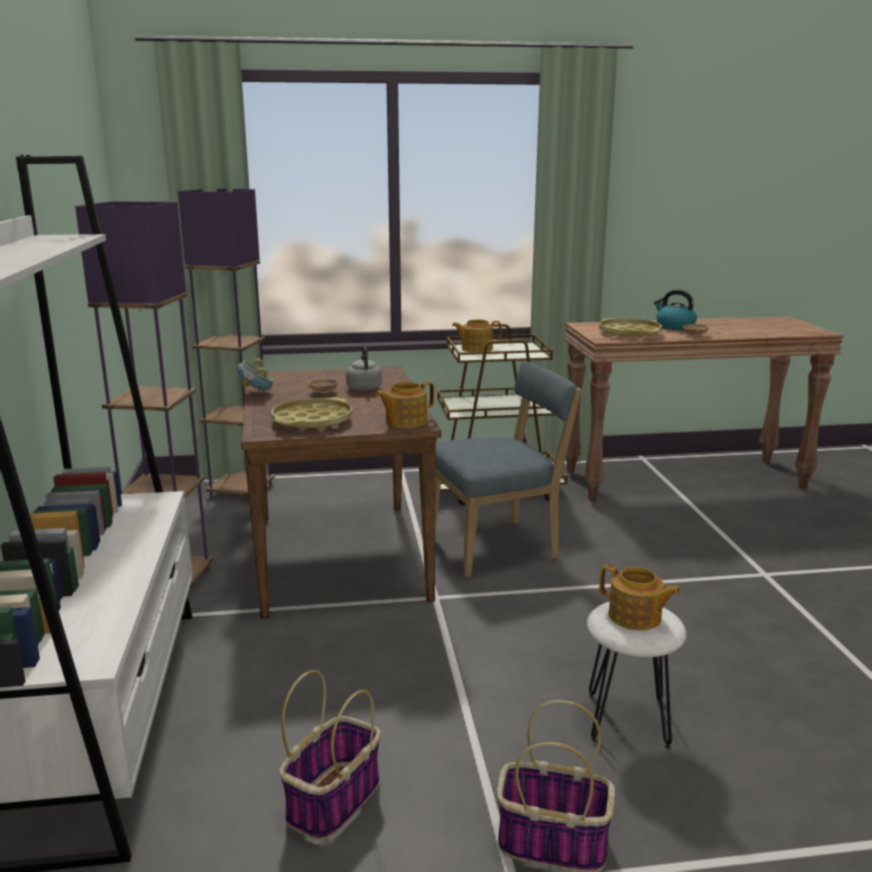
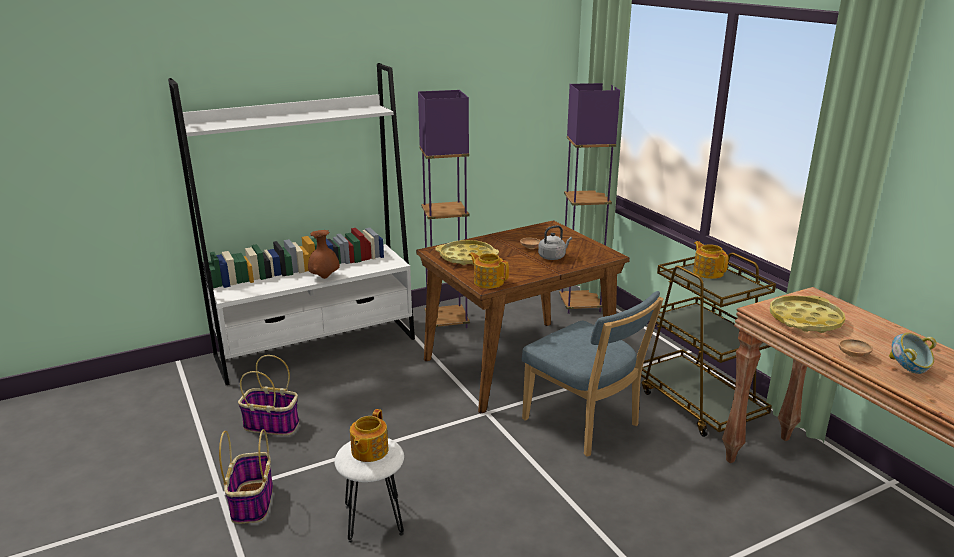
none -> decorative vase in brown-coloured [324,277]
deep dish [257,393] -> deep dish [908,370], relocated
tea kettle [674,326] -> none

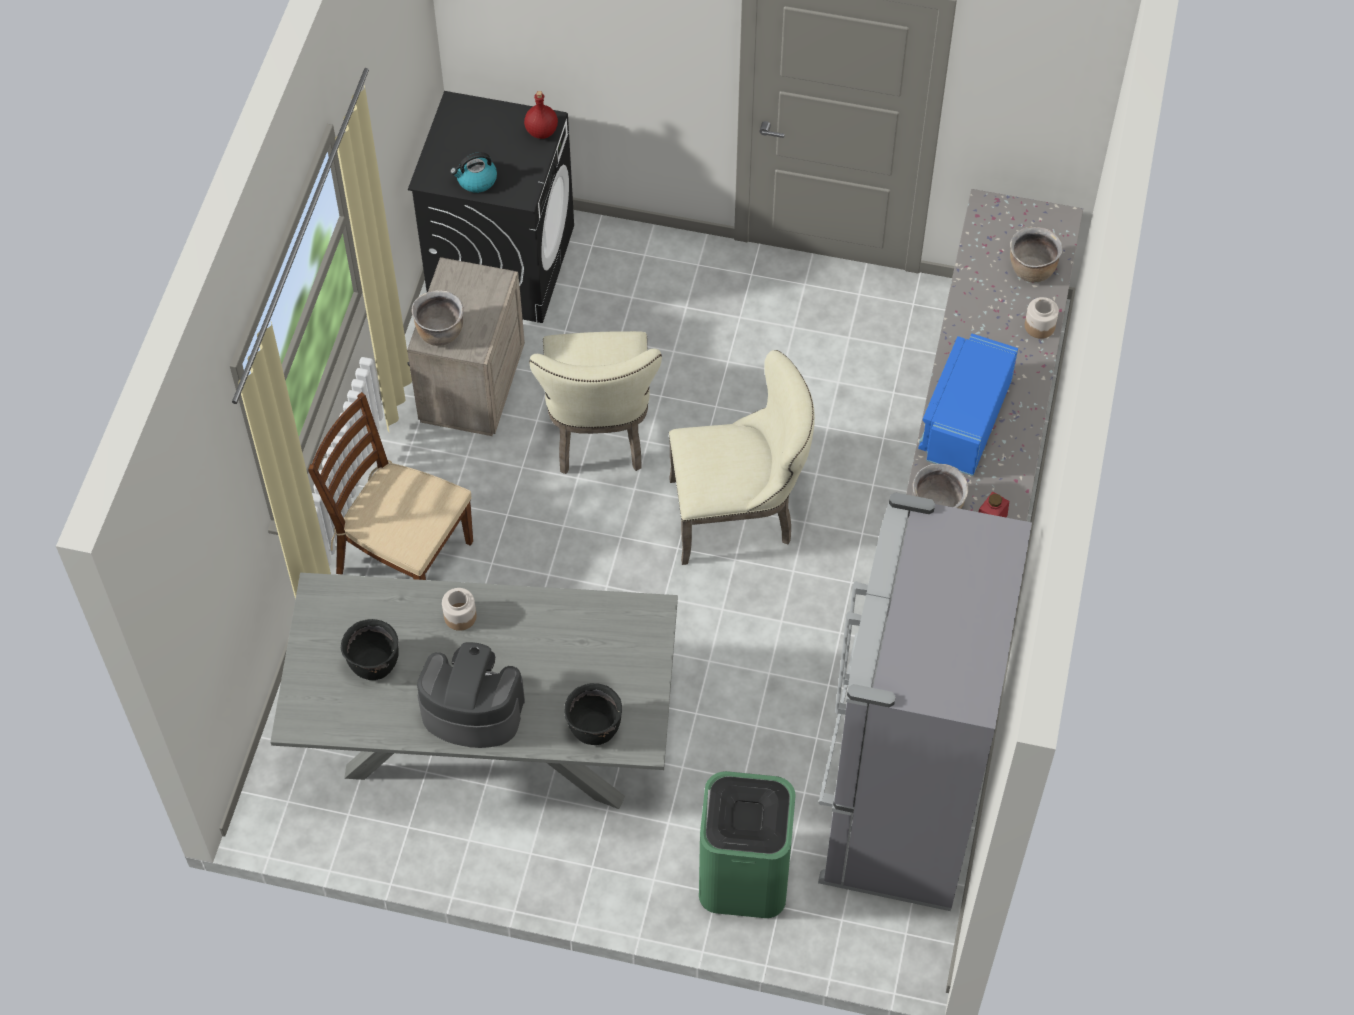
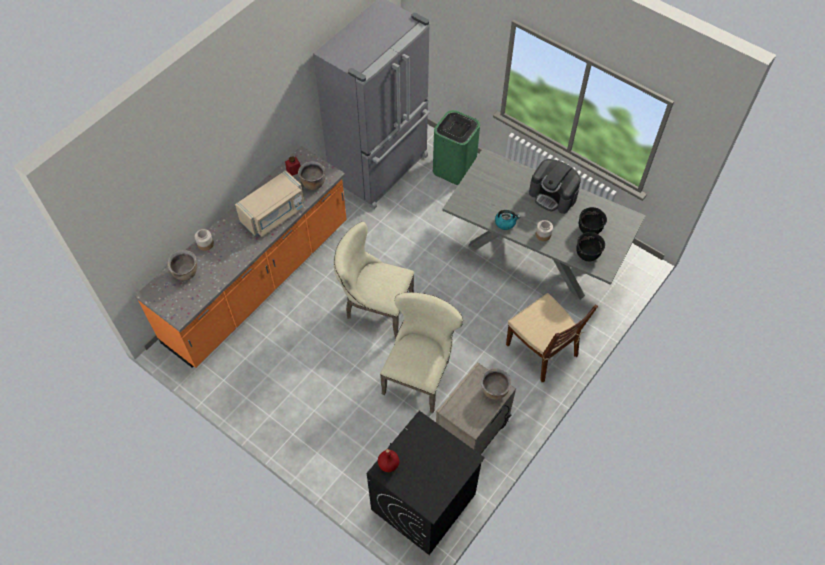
microwave in blue [965,421] -> microwave in sand-coloured [273,214]
tea kettle [476,180] -> tea kettle [505,223], relocated
stockpot in black-coloured [594,727] -> stockpot in black-coloured [587,254], relocated

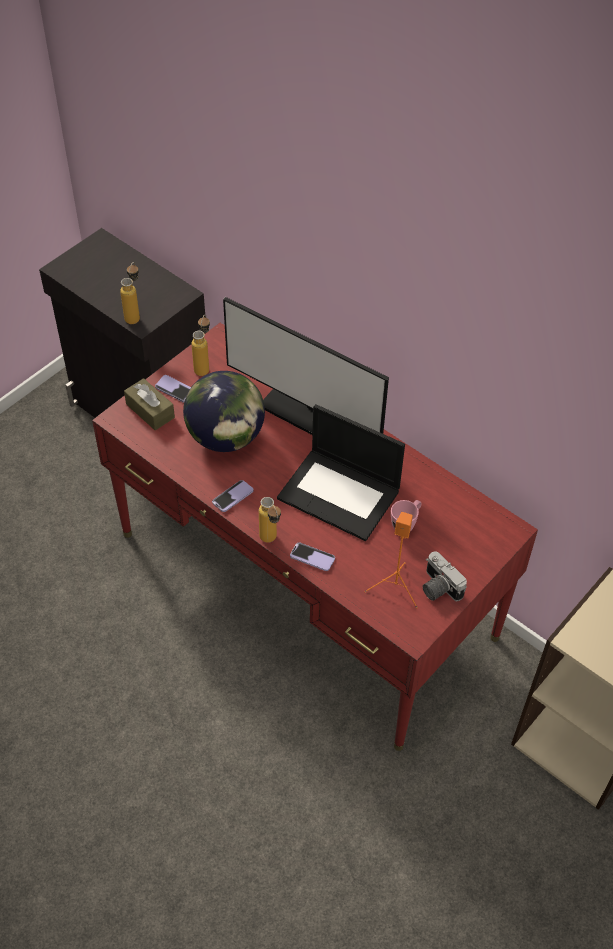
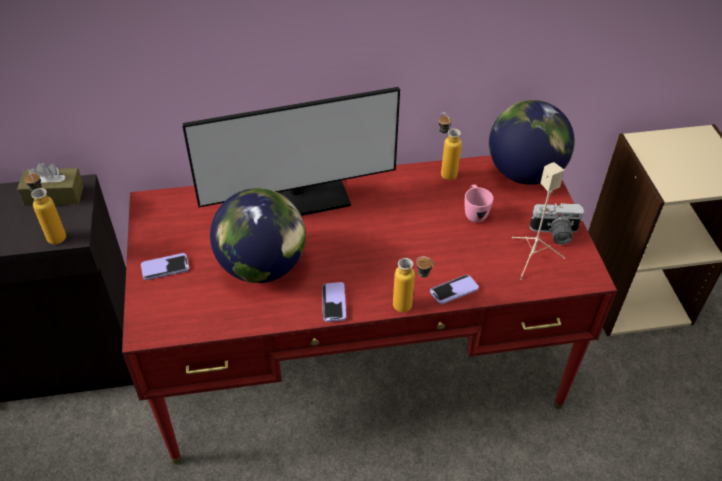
box of tissues in brown-coloured [150,411] -> box of tissues in brown-coloured [54,195], relocated
beverage bottle [204,366] -> beverage bottle [444,171], relocated
none -> desk globe [524,173]
audio speaker in orange [396,587] -> audio speaker in sand-coloured [533,257]
portable computer [340,494] -> none

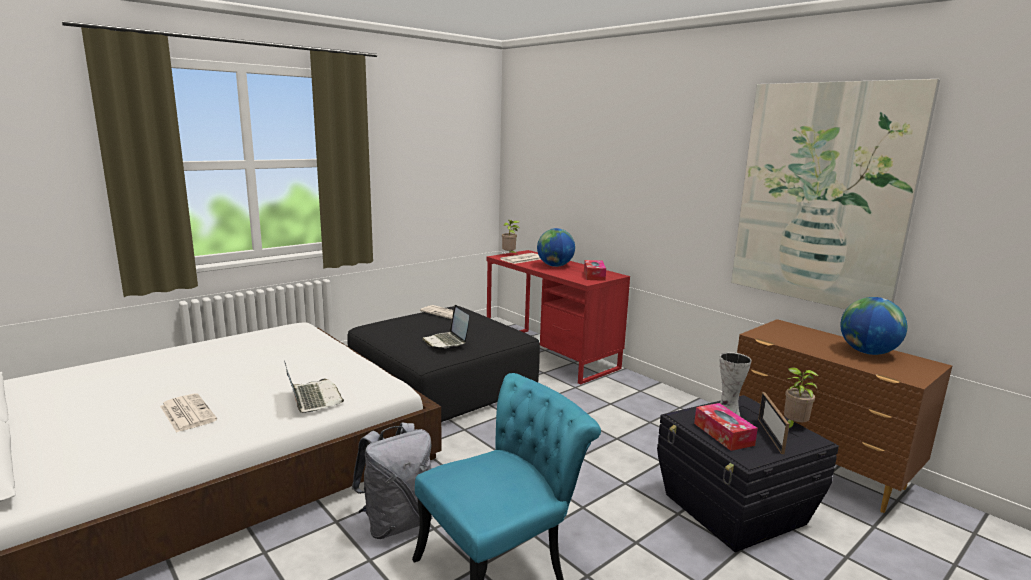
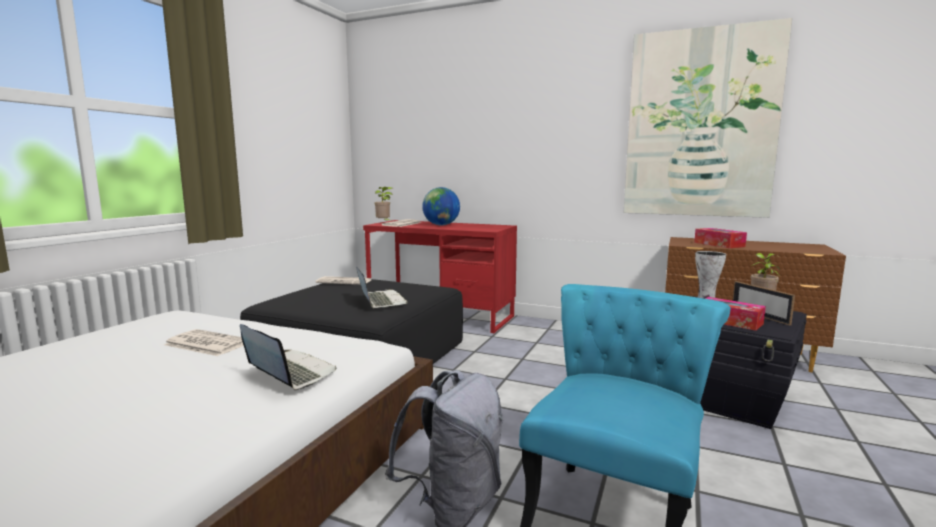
newspaper [187,413] -> newspaper [206,344], relocated
portable computer [446,341] -> portable computer [380,301], 150 degrees counterclockwise
box of tissues [594,275] -> box of tissues [719,244], relocated
desk globe [867,352] -> none

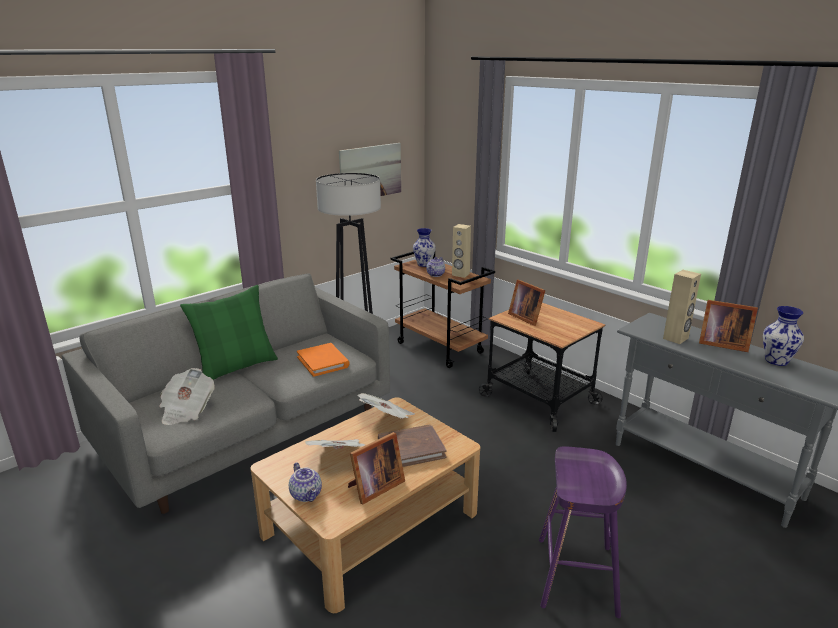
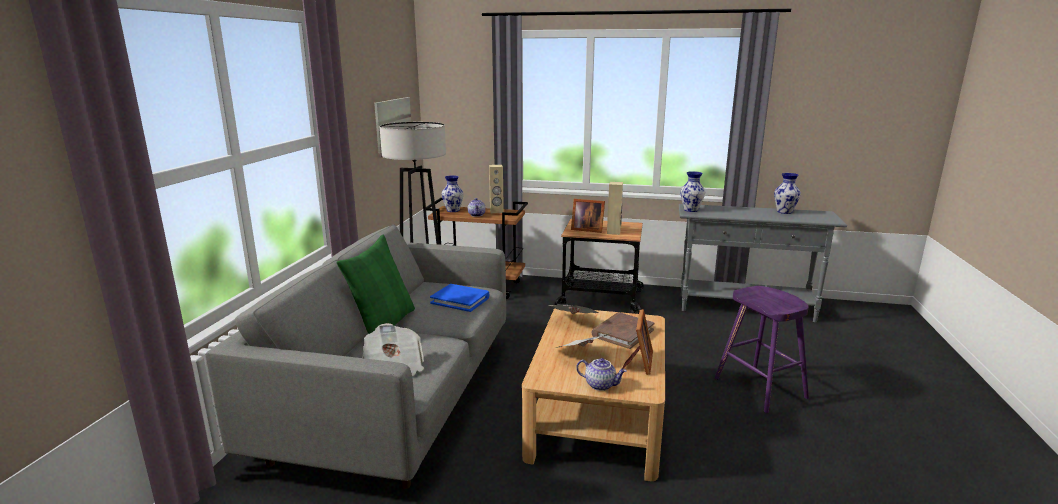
bound book in orange [323,362] -> bound book in blue [460,300]
audio speaker in sand-coloured [676,338] -> audio speaker in sand-coloured [614,232], relocated
none -> decorative vase [691,210]
photo frame [721,343] -> none

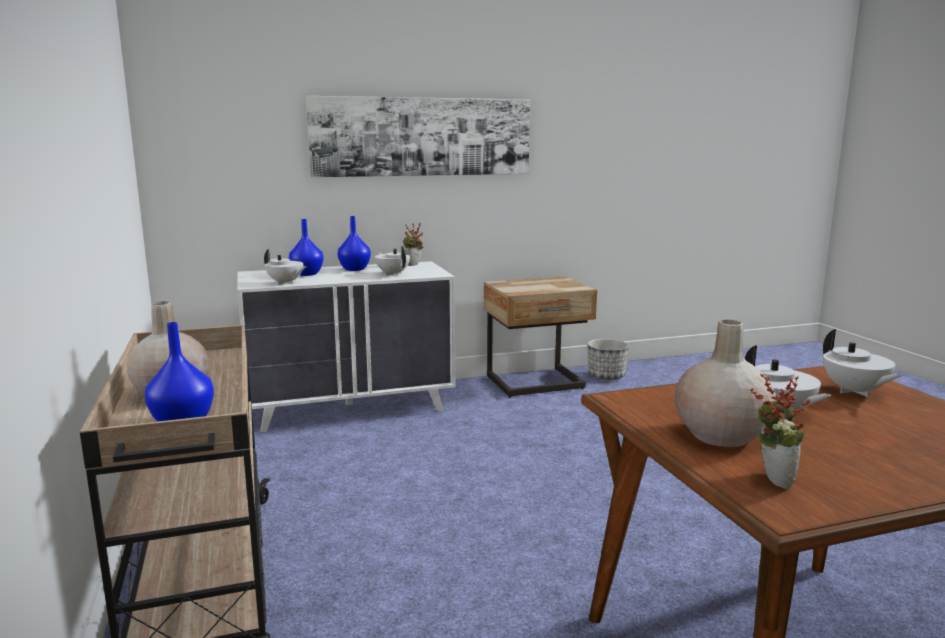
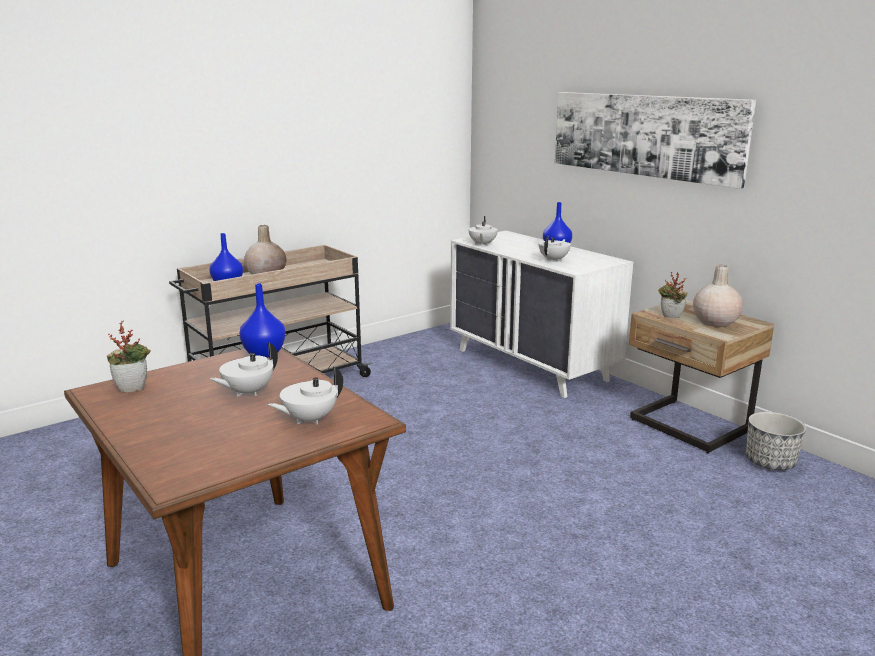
decorative vase in blue [307,274] -> decorative vase in blue [265,354], relocated
plant in a pot [413,265] -> plant in a pot [670,317], relocated
decorative vase in sand-coloured [720,435] -> decorative vase in sand-coloured [715,322], relocated

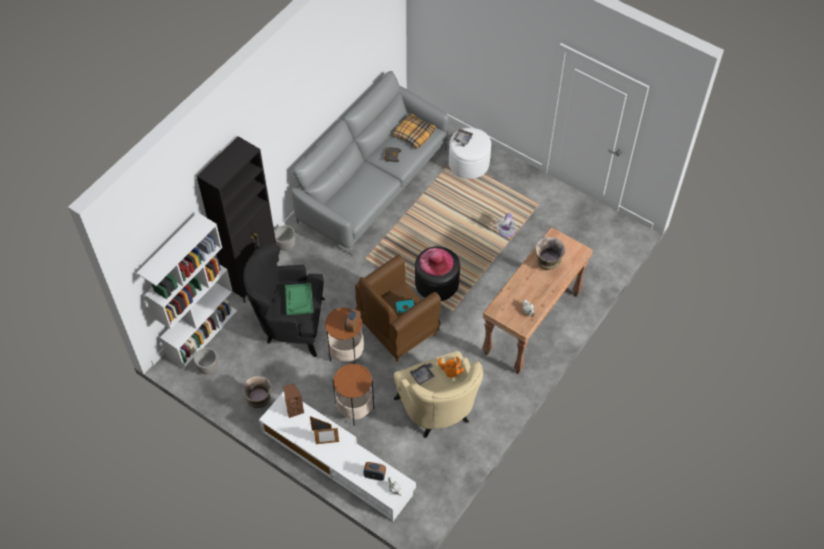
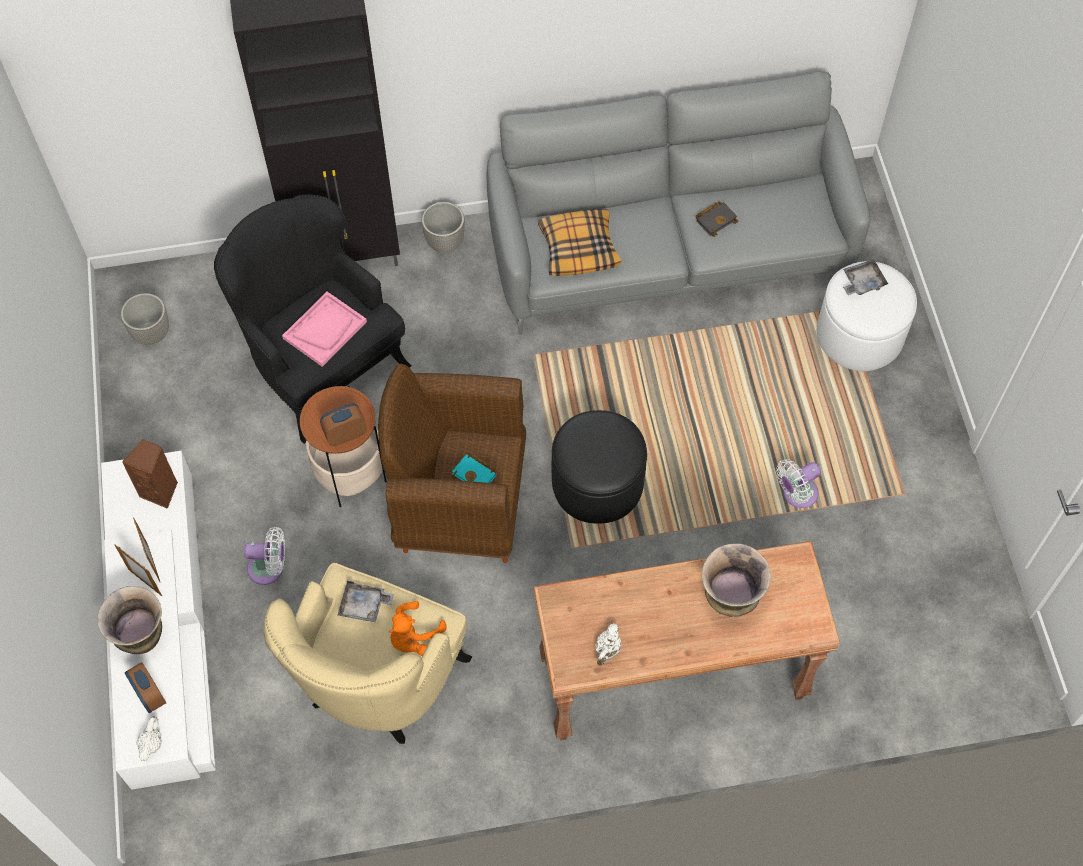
decorative vase [259,401] -> decorative vase [142,637], relocated
accent table [354,408] -> electric fan in whitish [269,568]
serving tray in green-coloured [299,299] -> serving tray in pinkish [325,330]
cushion [413,134] -> cushion [579,248], relocated
bookcase in whitish [202,333] -> none
wearable hat in pinkish [436,262] -> none

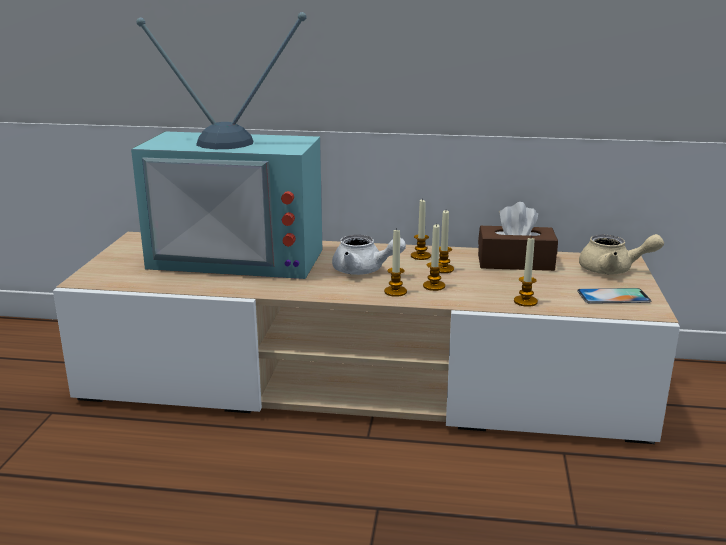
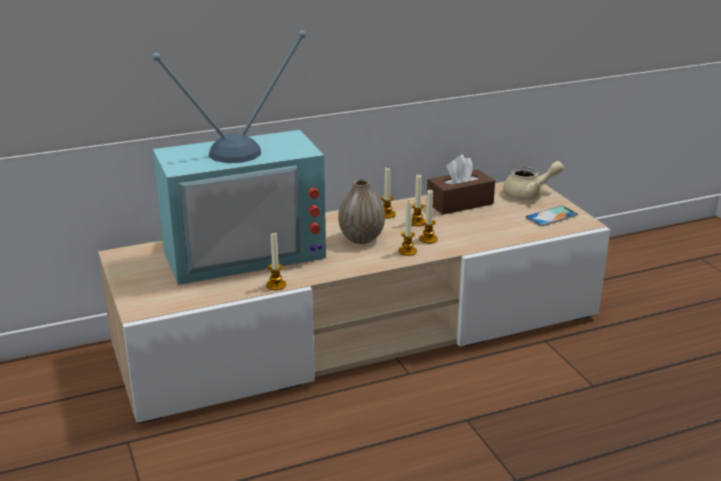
wax candle [525,301] -> wax candle [276,285], relocated
tea pot in whitish [364,271] -> decorative vase [361,239]

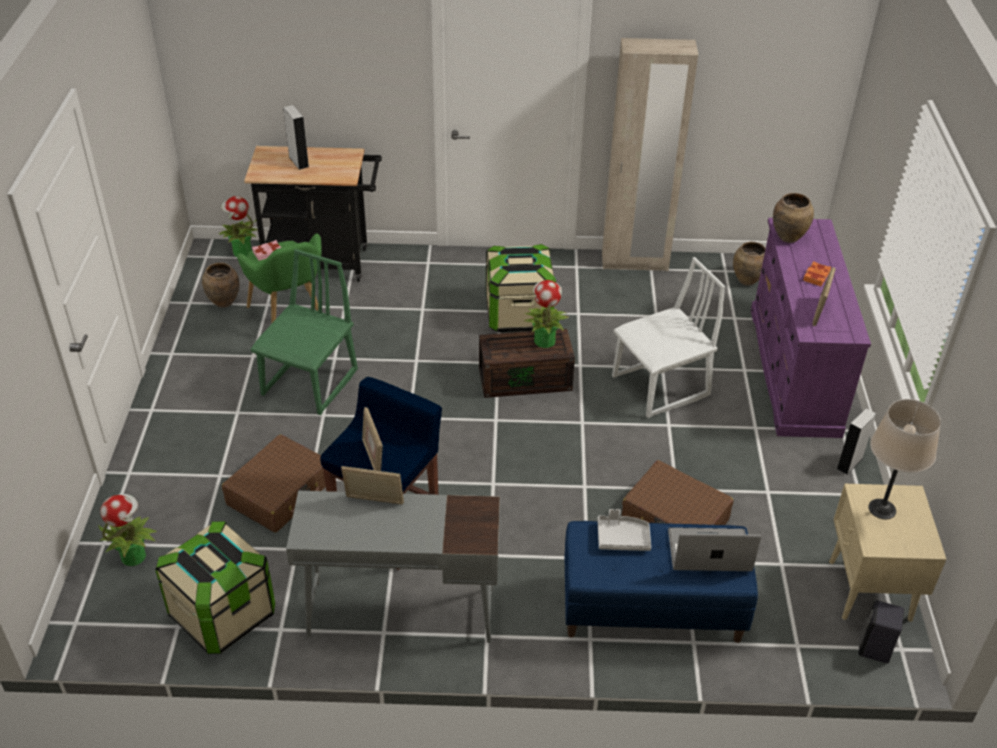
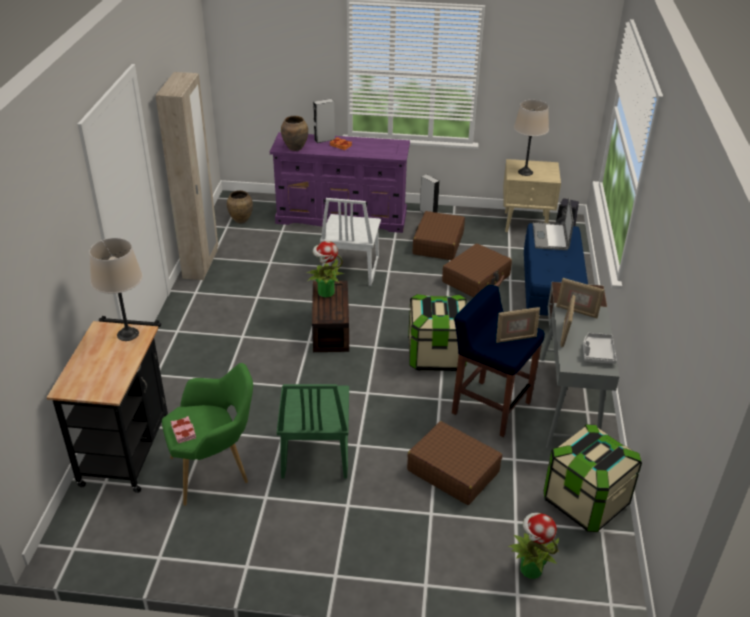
none -> table lamp in sand-coloured [128,334]
plain chair in green-coloured [311,383] -> plain chair in green-coloured [314,454], 120 degrees counterclockwise
audio speaker in greyish [298,161] -> audio speaker in greyish [324,139], relocated
plain chair in whitish [661,387] -> plain chair in whitish [350,269], 150 degrees counterclockwise
storage bin [518,314] -> storage bin [436,355], relocated
none -> piece of luggage in brown-coloured [438,243]
photo frame [820,312] -> photo frame [577,311], relocated
serving tray in greyish [622,538] -> serving tray in greyish [597,353], relocated
decorative vase in brown-coloured [224,302] -> none
plant in a pot [241,252] -> none

